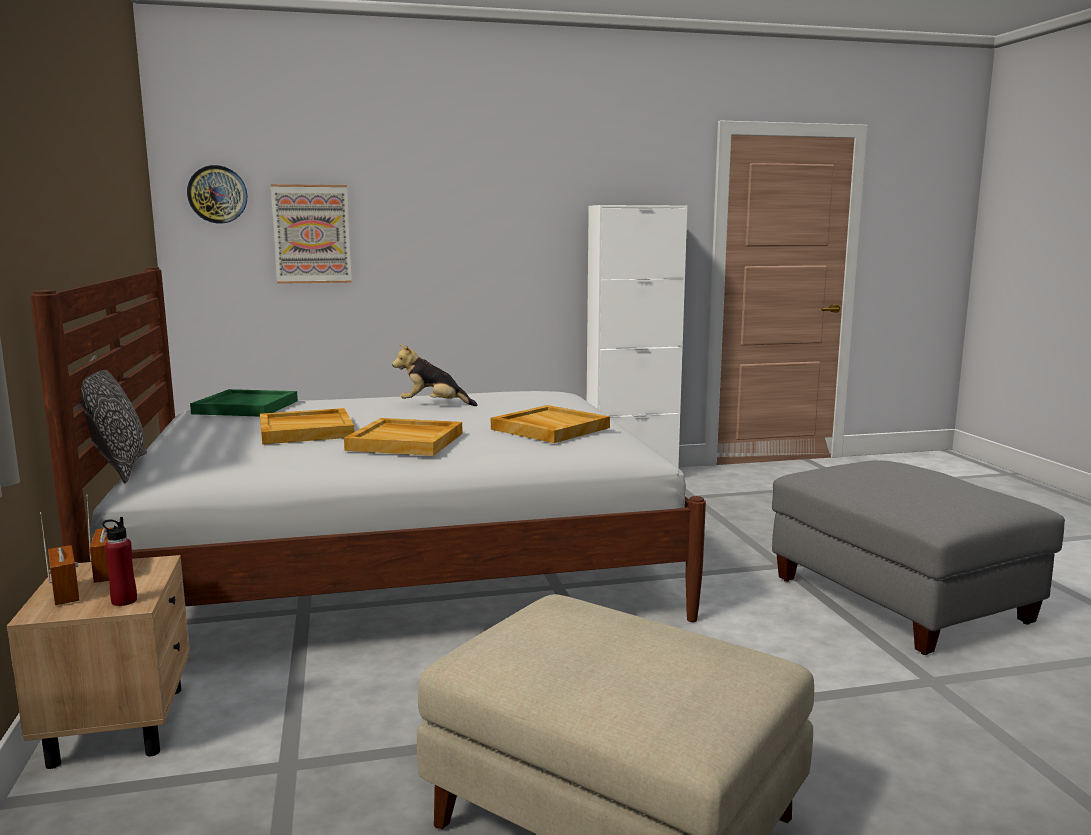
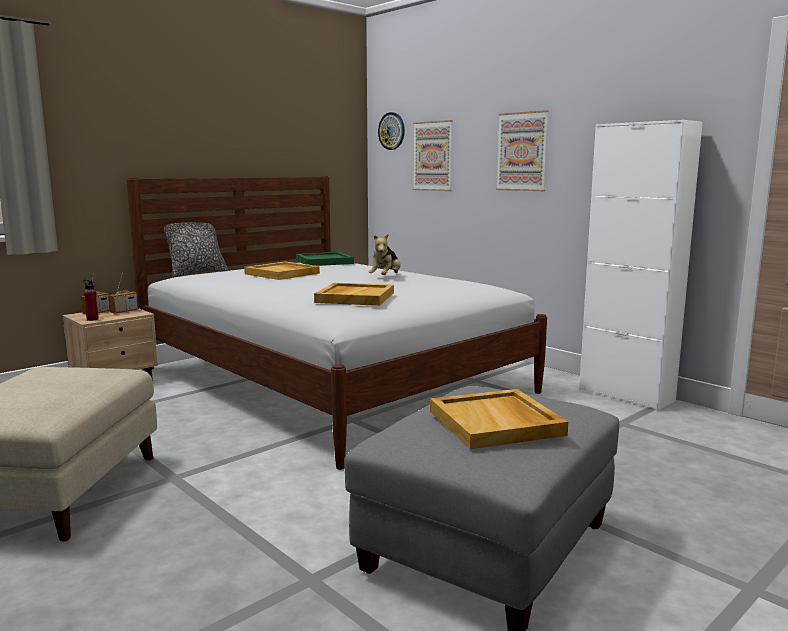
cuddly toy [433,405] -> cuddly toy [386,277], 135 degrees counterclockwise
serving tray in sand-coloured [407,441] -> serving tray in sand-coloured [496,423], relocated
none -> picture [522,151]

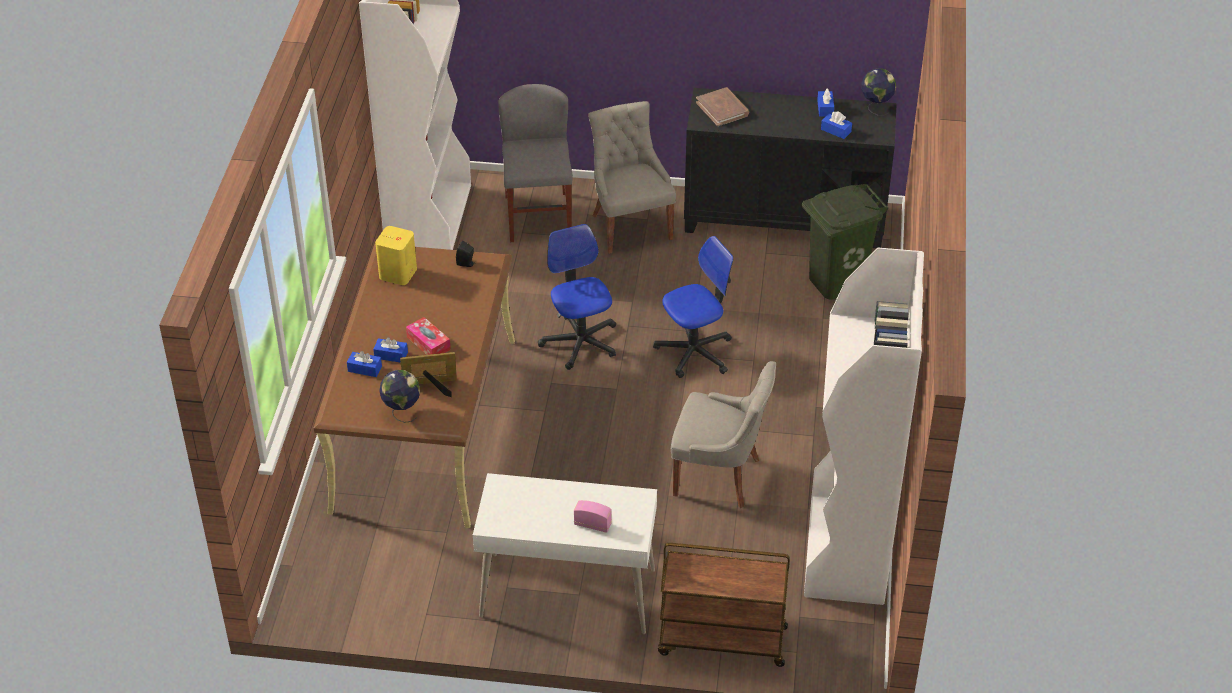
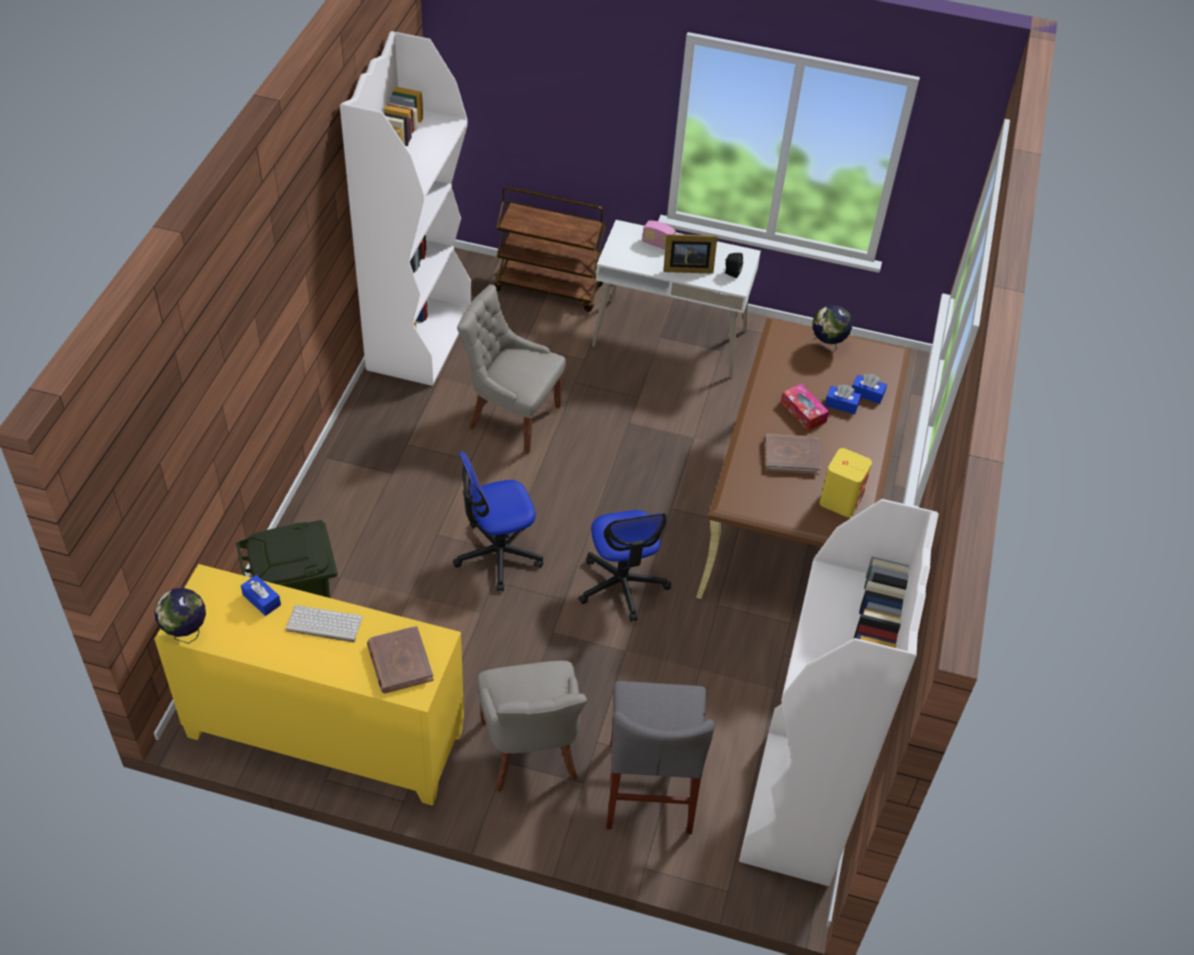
cabinet in black-coloured [784,218] -> cabinet in yellow [324,735]
none -> keyboard [323,624]
photo frame [432,387] -> photo frame [686,268], relocated
audio speaker in black-coloured [466,264] -> audio speaker in black-coloured [731,273], relocated
none -> bound book in brown-coloured [791,456]
box of tissues in blue [825,108] -> none

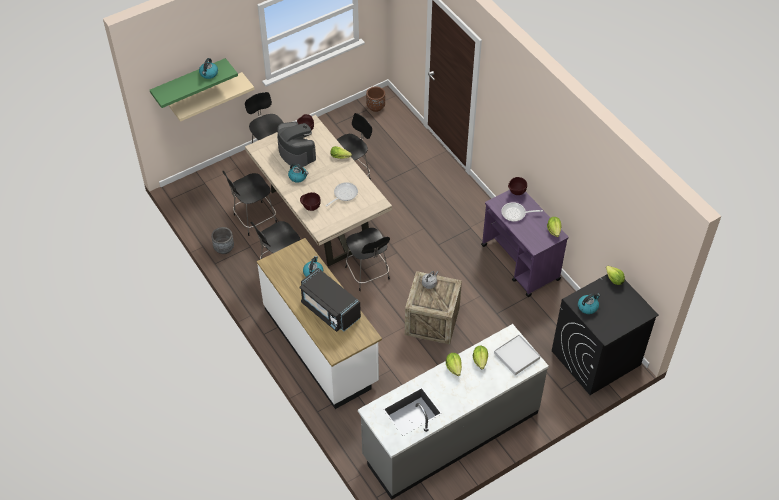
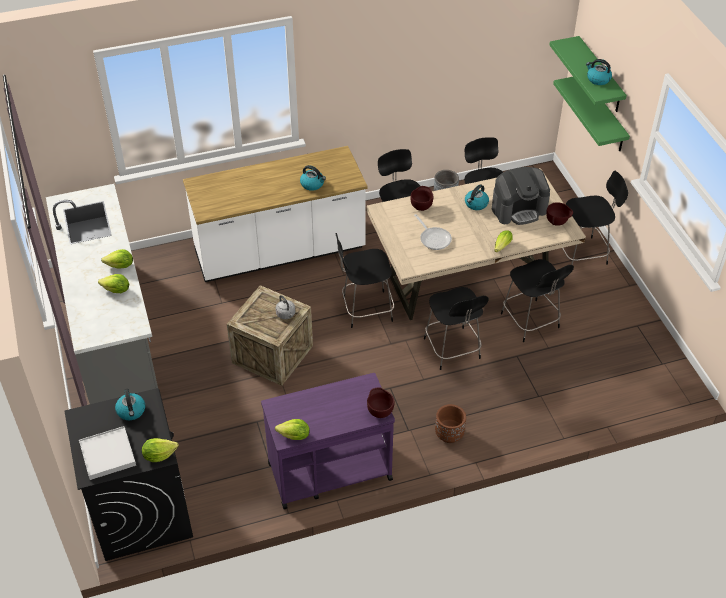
serving tray in whitish [516,355] -> serving tray in whitish [108,454], relocated
none -> plain chair in black-coloured [452,350]
plant pot in brown-coloured [376,107] -> plant pot in brown-coloured [449,435], relocated
wall shelf in sand-coloured [206,95] -> wall shelf in green-coloured [603,115]
microwave in black-coloured [330,309] -> none
pan [516,213] -> none

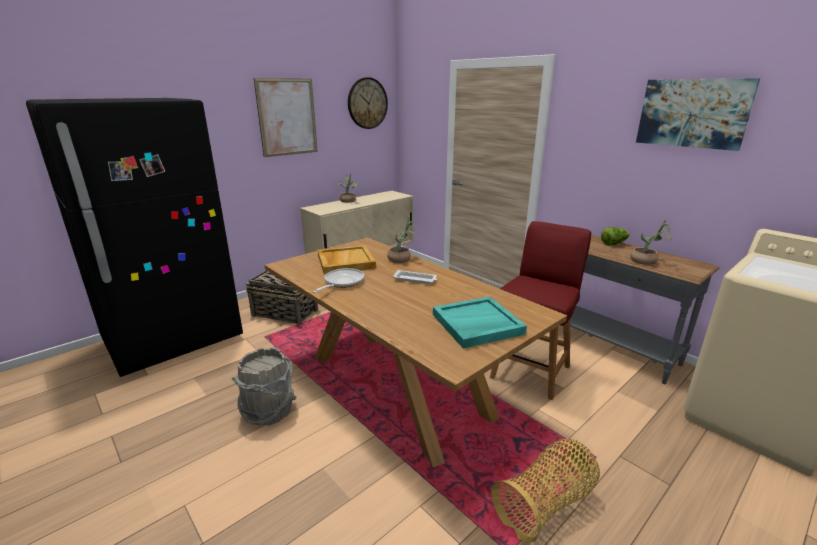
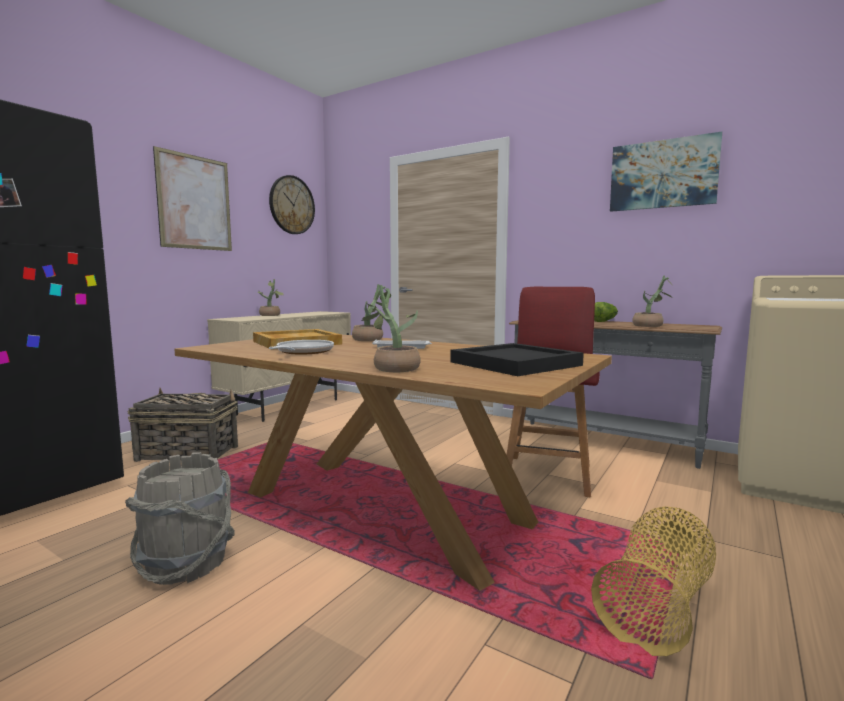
none -> plant in a pot [392,368]
serving tray in turquoise-coloured [477,324] -> serving tray in black-coloured [515,364]

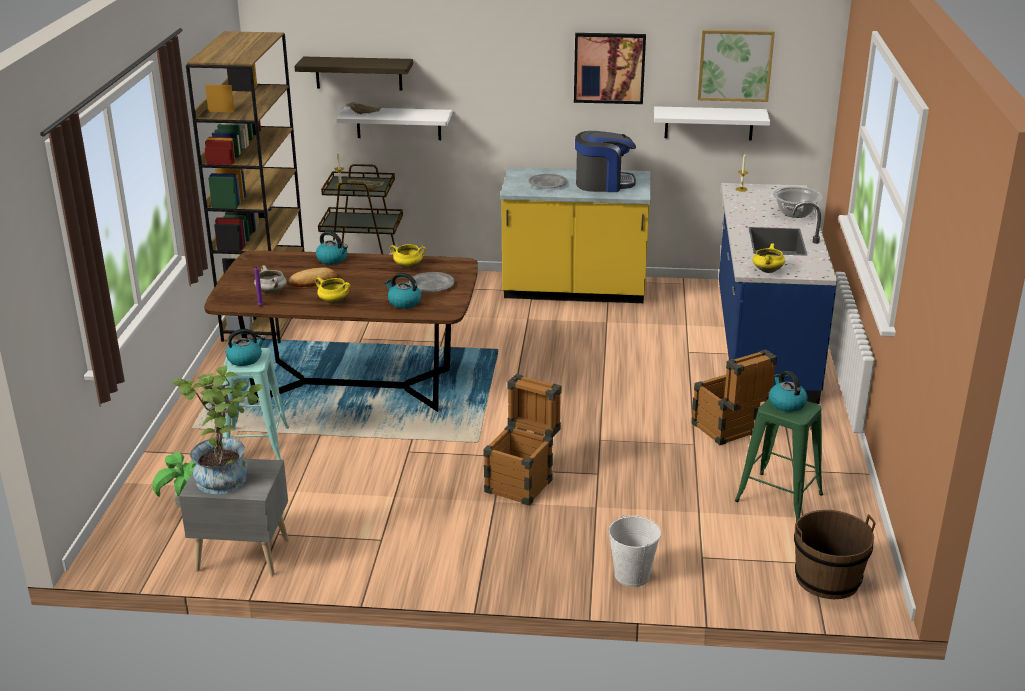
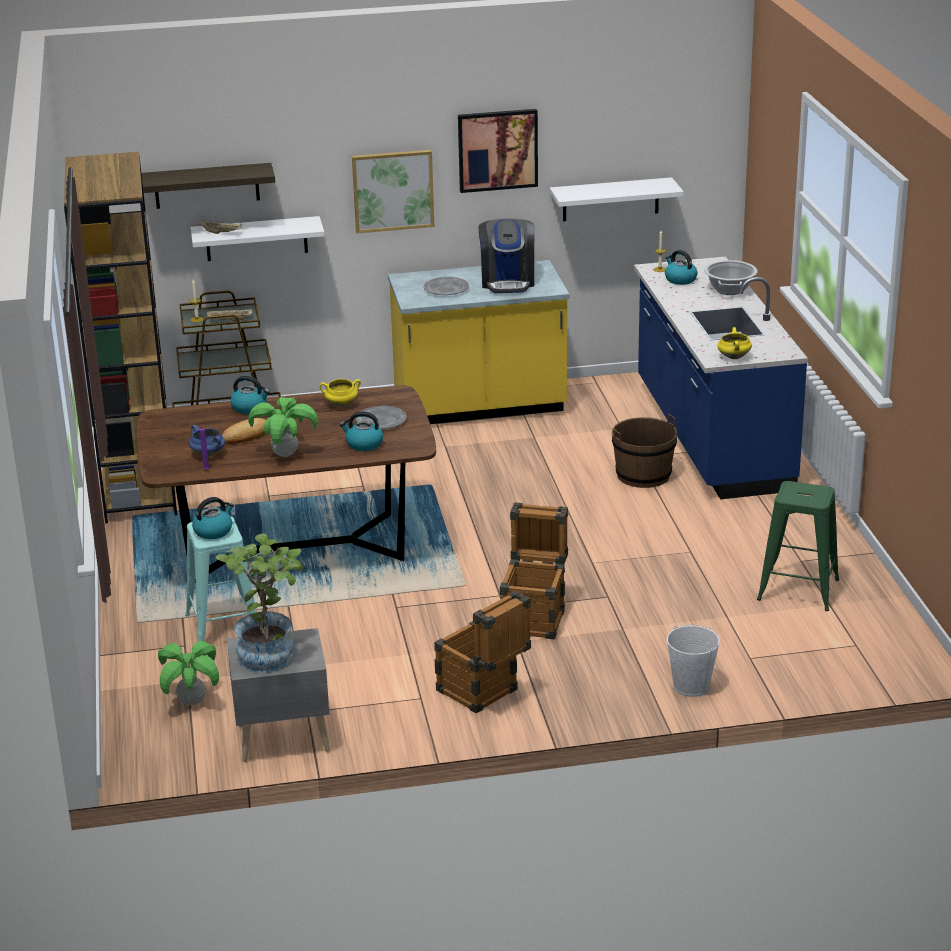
stockpot in whitish [272,292] -> stockpot in blue [208,454]
stockpot in yellow [333,302] -> plant in a pot [285,454]
picture [735,65] -> picture [393,190], relocated
crate [729,432] -> crate [483,694], relocated
coffee brewer [603,184] -> coffee brewer [508,281], 105 degrees clockwise
bucket in brown-coloured [827,579] -> bucket in brown-coloured [643,475], relocated
tea kettle [786,403] -> tea kettle [680,279], relocated

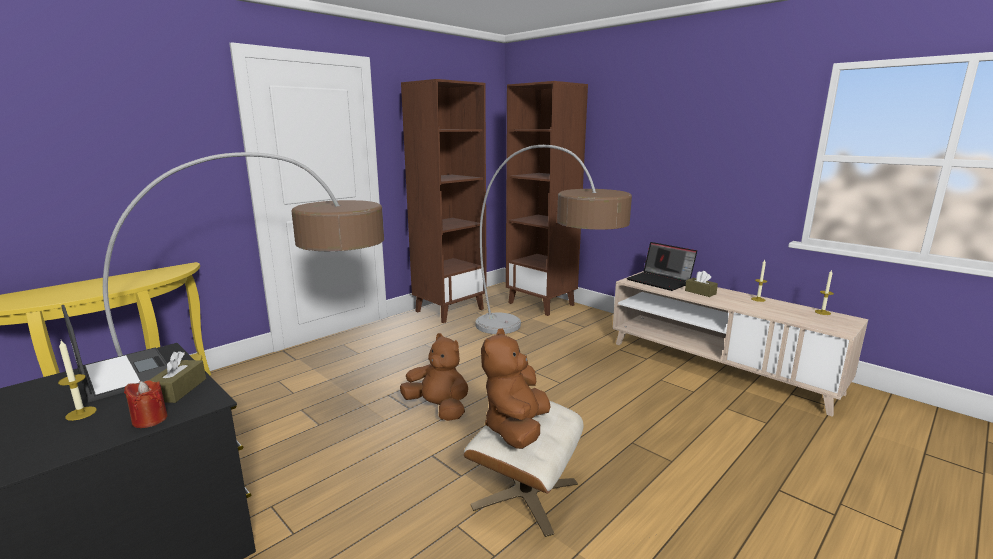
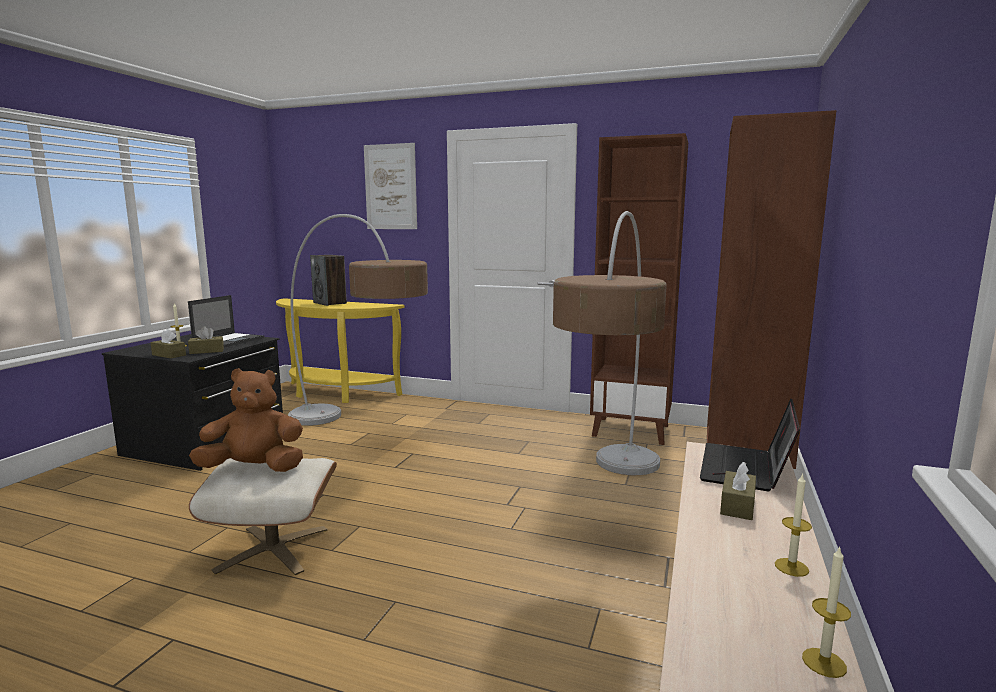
wax candle in red [150,420] -> box of tissues in brown-coloured [169,355]
none -> audio speaker [330,303]
none -> picture [390,187]
cuddly toy in brown-coloured [438,408] -> none

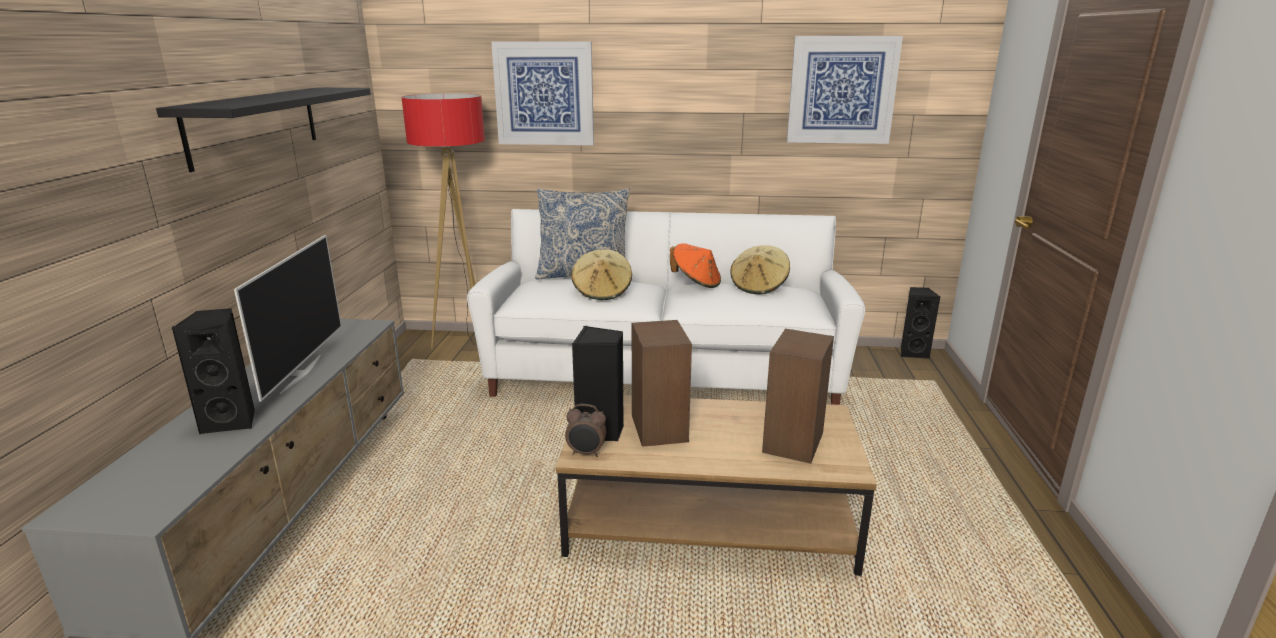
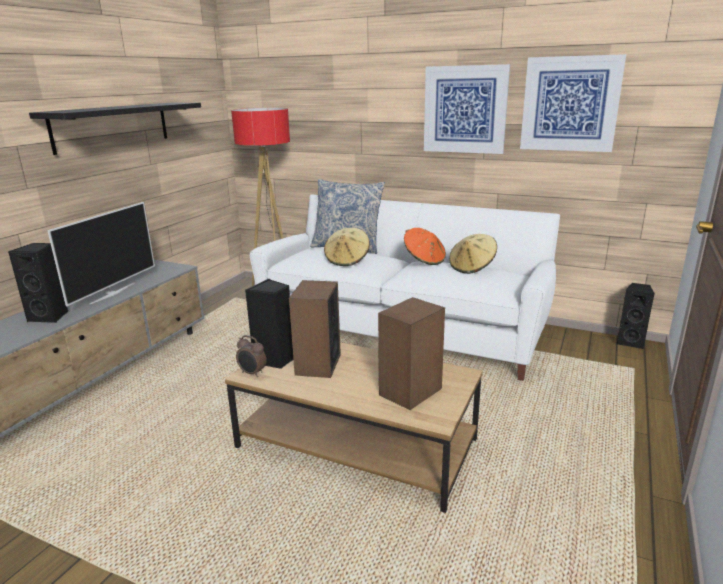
picture [544,94] -> picture [465,109], relocated

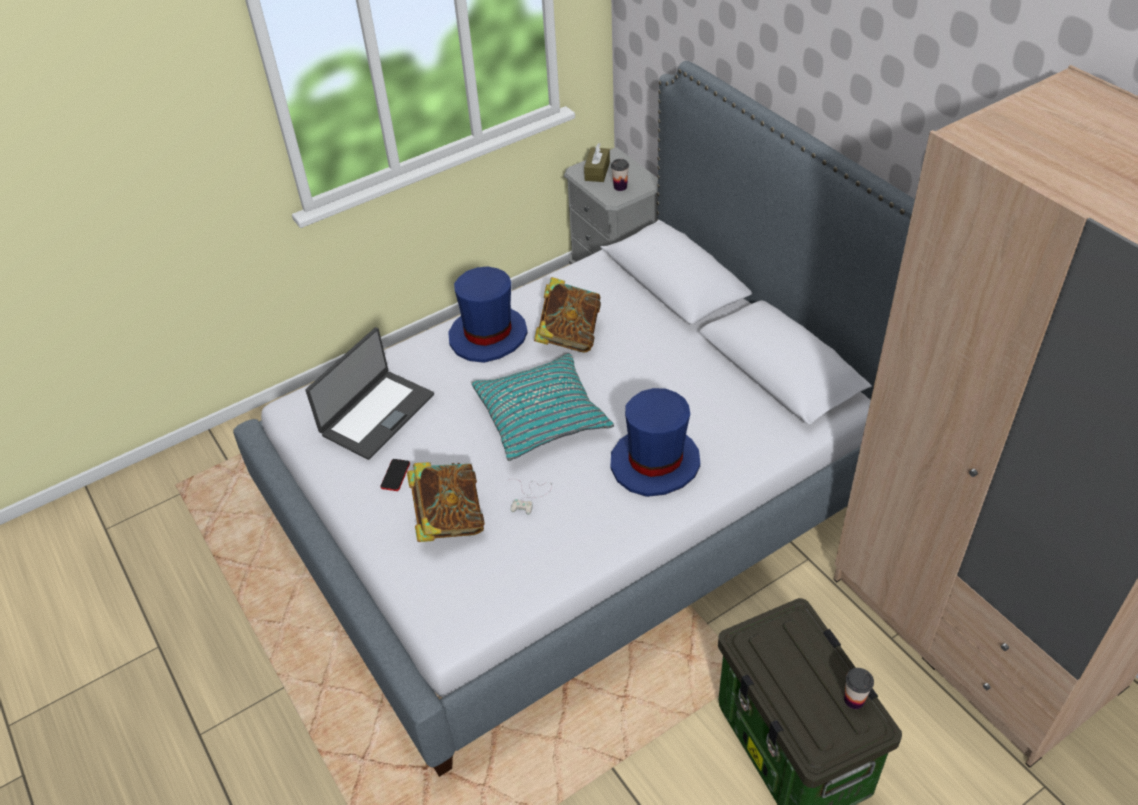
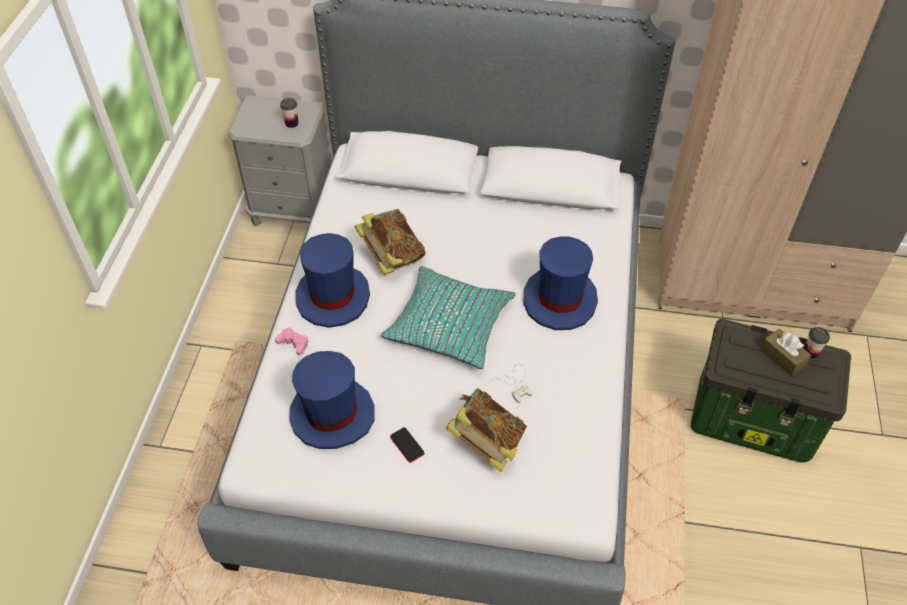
none -> joypad in pinkish [293,343]
portable computer [376,414] -> wearable hat in blue [332,414]
box of tissues in brown-coloured [597,171] -> box of tissues in brown-coloured [782,357], relocated

